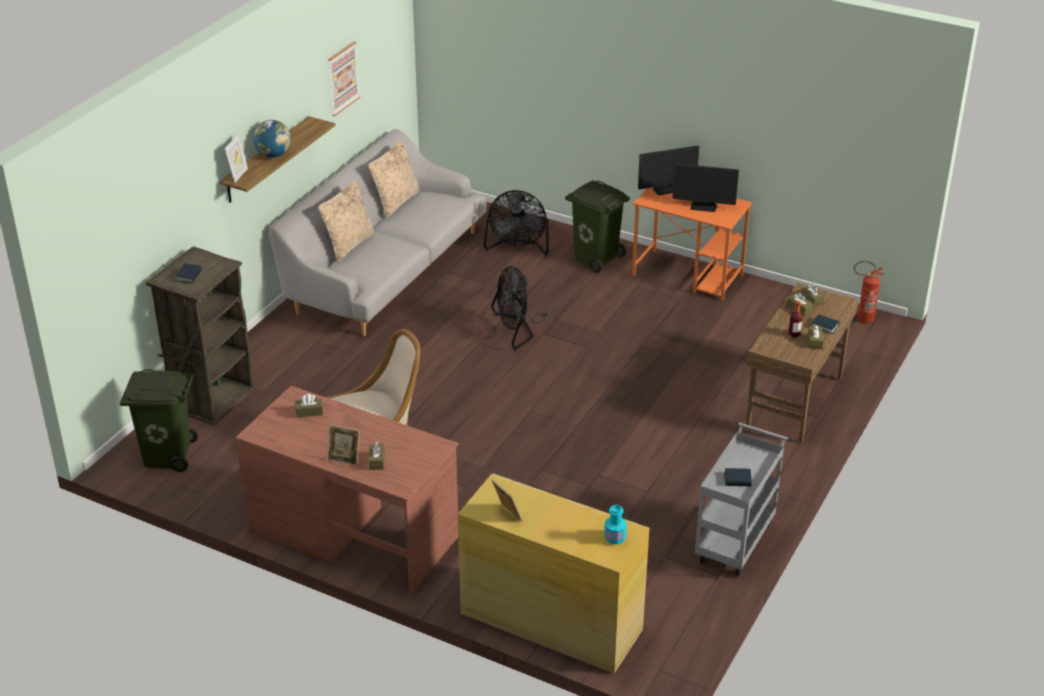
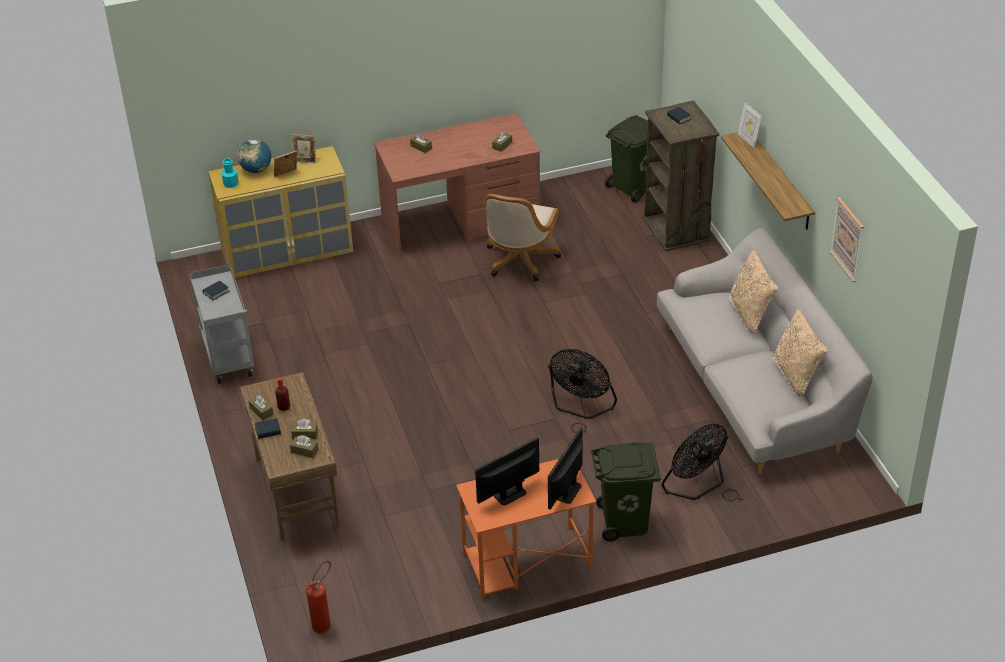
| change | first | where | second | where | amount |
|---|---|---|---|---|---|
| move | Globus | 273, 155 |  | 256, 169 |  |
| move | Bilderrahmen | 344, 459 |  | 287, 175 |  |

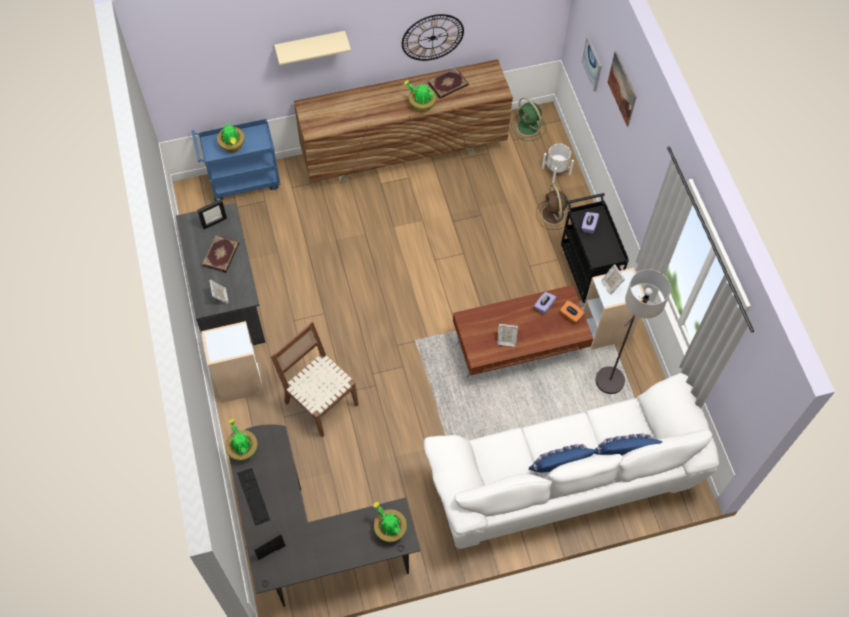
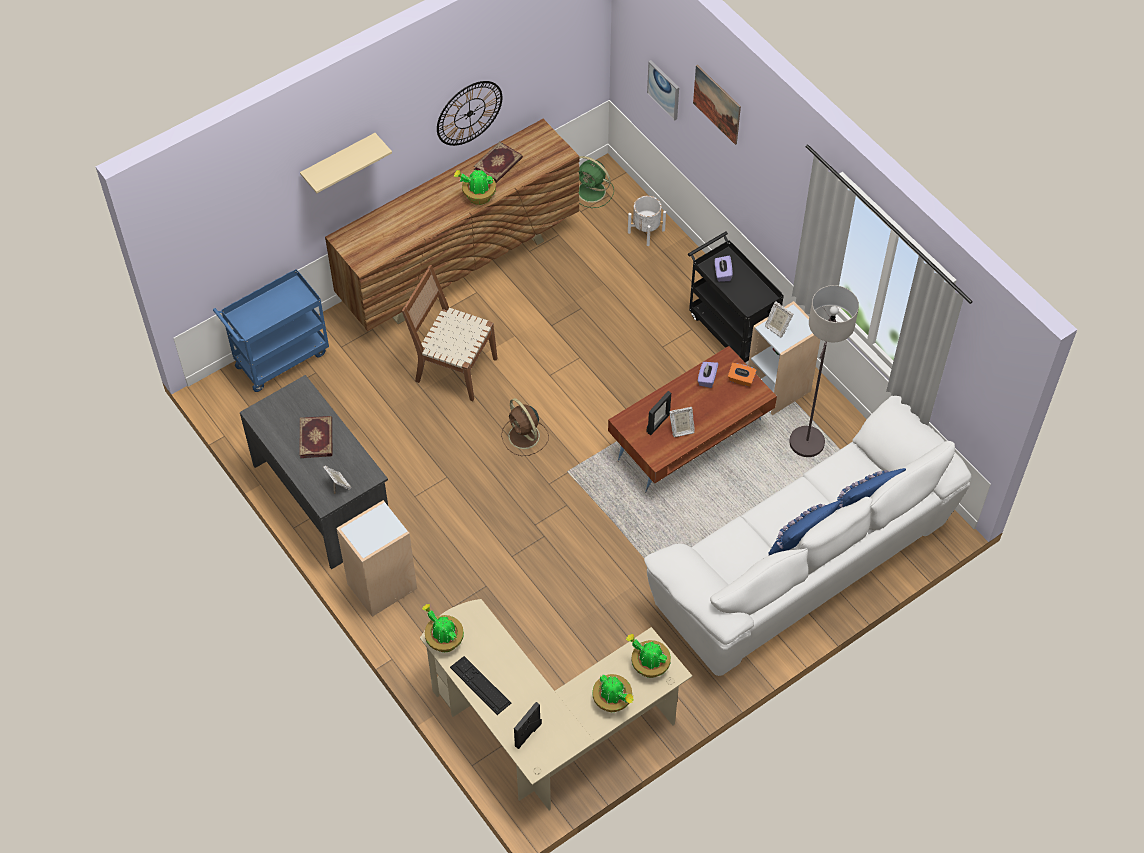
| change | first | where | second | where | amount |
|---|---|---|---|---|---|
| move | Topfpflanze | 232, 146 |  | 613, 701 |  |
| move | Ventilator/braun | 553, 215 |  | 525, 437 |  |
| move | Bilderrahmen | 214, 222 |  | 658, 423 |  |
| move | Stuhl | 319, 401 |  | 453, 368 |  |
| recolor | Schreibtisch/schwarz | 310, 542 | Schreibtisch/beige | 547, 731 |  |

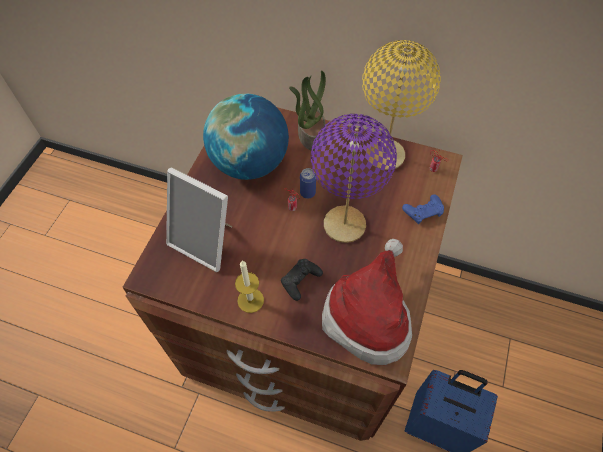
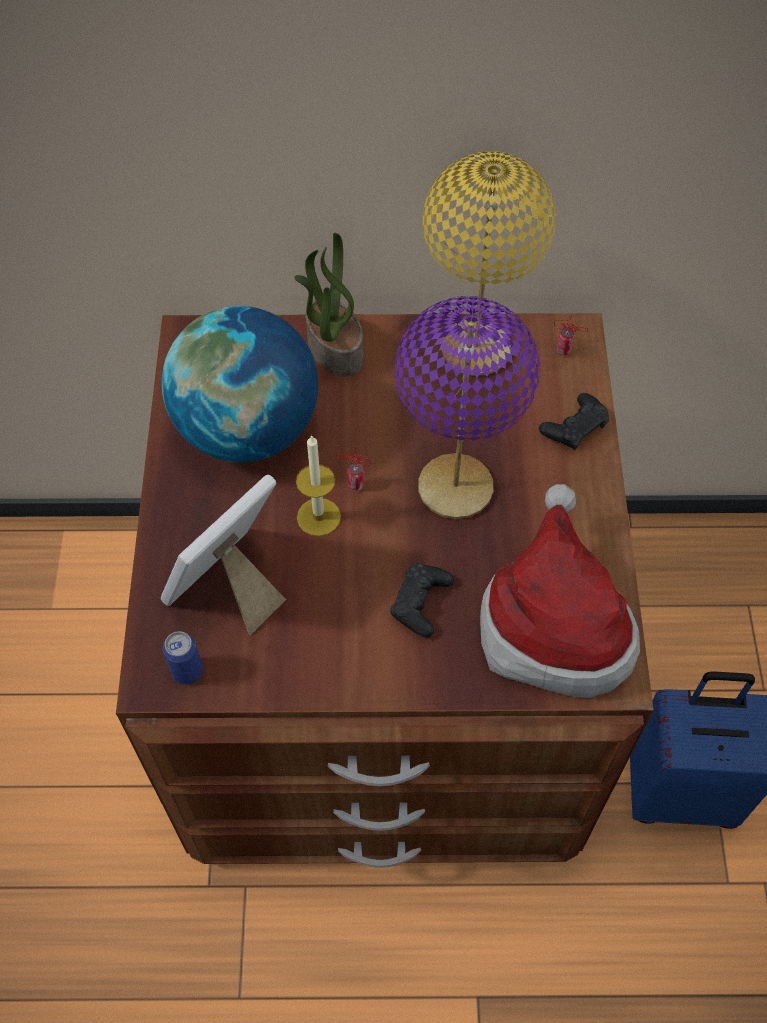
| change | first | where | second | where | amount |
|---|---|---|---|---|---|
| rotate | Bilderrahmen | 206, 241 |  | 230, 588 | 120 degrees clockwise |
| move | Dose | 307, 193 |  | 187, 671 |  |
| recolor | Gamepad/blau | 423, 211 | Gamepad/schwarz | 574, 427 |  |
| move | Kerze | 250, 300 |  | 318, 517 |  |

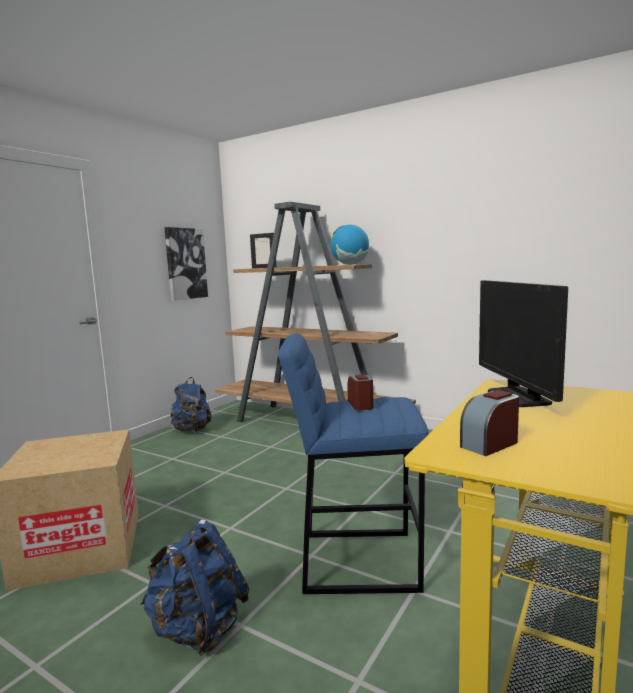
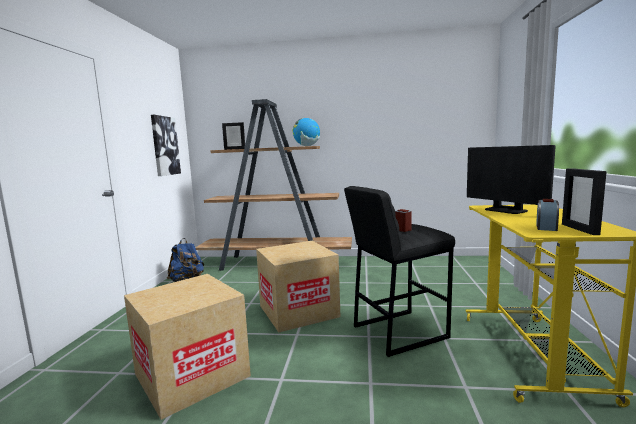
| change | first | where | second | where | amount |
|---|---|---|---|---|---|
| recolor | Hocker/blau | 356, 561 | Hocker/schwarz | 398, 332 |  |
| delete | Rucksack/blau | 198, 629 |  |  |  |
| insert |  |  | Bilderrahmen | 580, 229 |  |
| insert |  |  | Karton | 298, 311 |  |

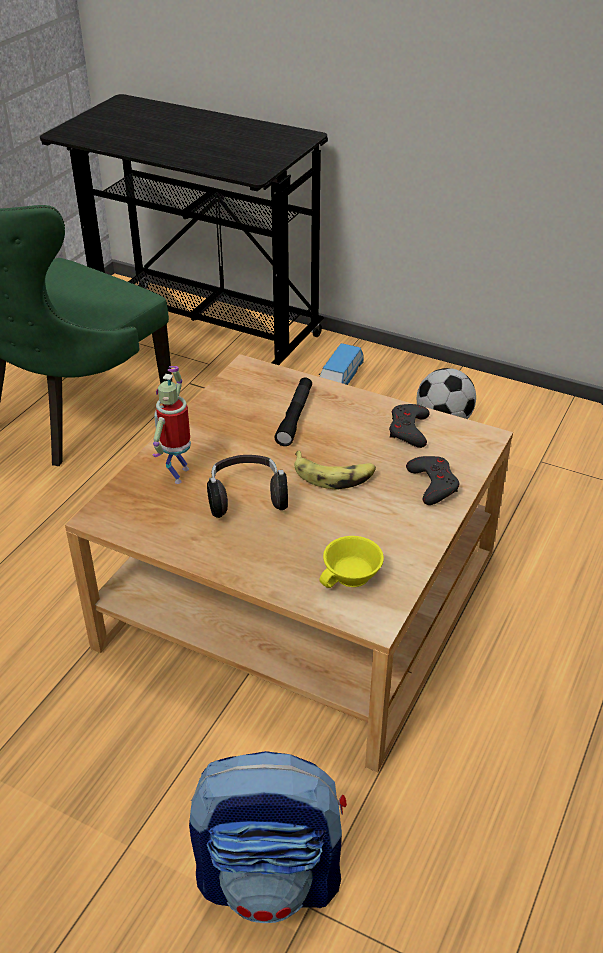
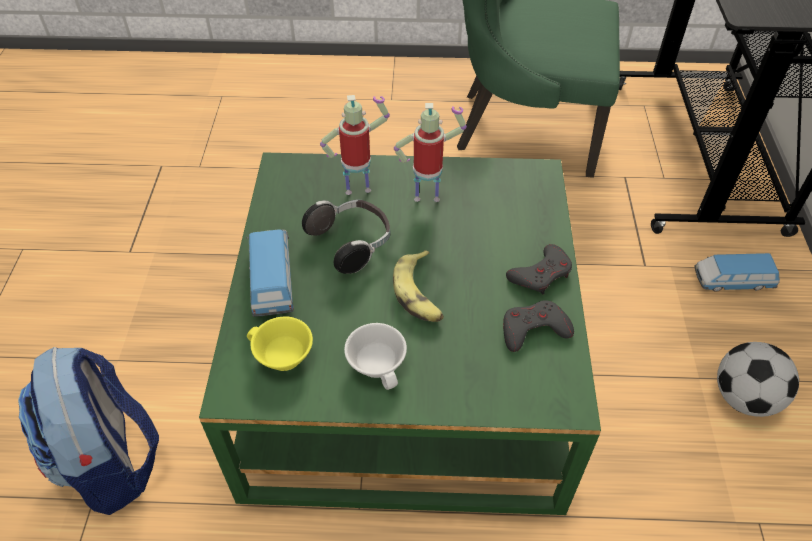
| change | first | where | second | where | amount |
|---|---|---|---|---|---|
| recolor | Couchtisch/beige | 301, 598 | Couchtisch/grün | 405, 369 |  |
| delete | Taschenlampe/schwarz | 295, 417 |  |  |  |
| move | Gamepad/grau | 433, 484 |  | 541, 274 |  |
| insert |  |  | Spielzeugroboter | 427, 196 |  |
| insert |  |  | Spielzeugauto | 272, 279 |  |
| insert |  |  | Tasse/weiß | 379, 363 |  |

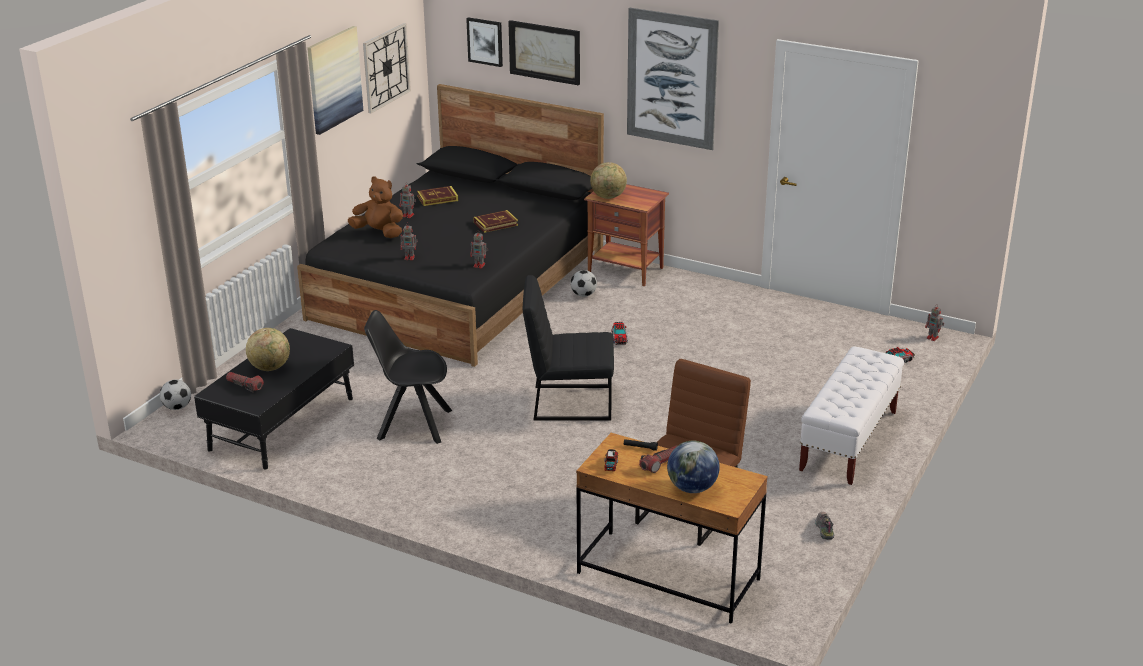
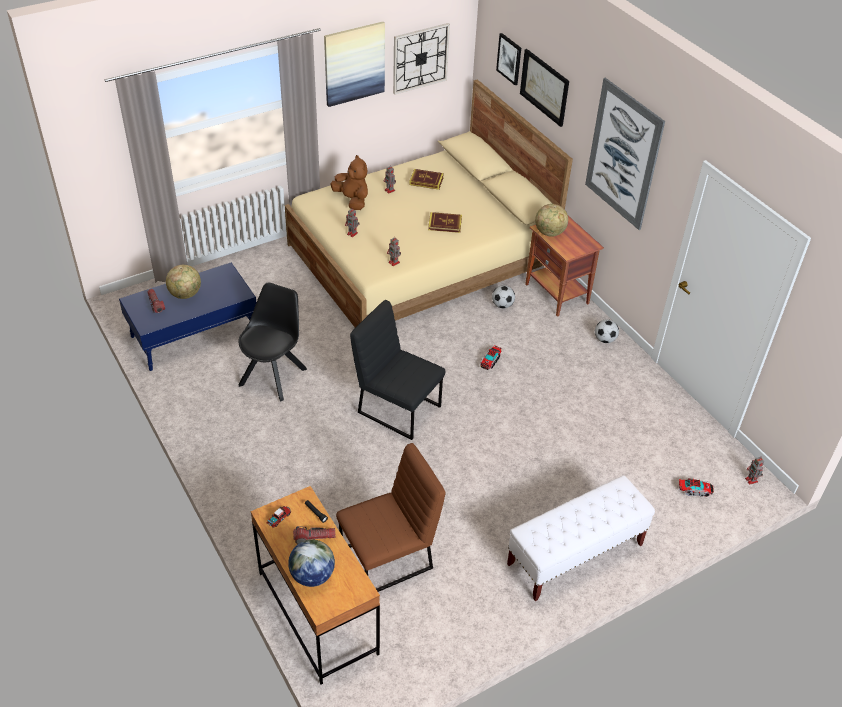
| change | first | where | second | where | amount |
|---|---|---|---|---|---|
| recolor | Bett/schwarz | 460, 285 | Bett/beige | 421, 256 |  |
| rotate | Stuhl/schwarz | 412, 424 |  | 274, 375 | 75 degrees clockwise |
| recolor | Couchtisch/schwarz | 281, 425 | Couchtisch/blau | 193, 335 |  |
| move | Fußball | 177, 407 |  | 605, 339 |  |
| delete | Schuh | 824, 529 |  |  |  |

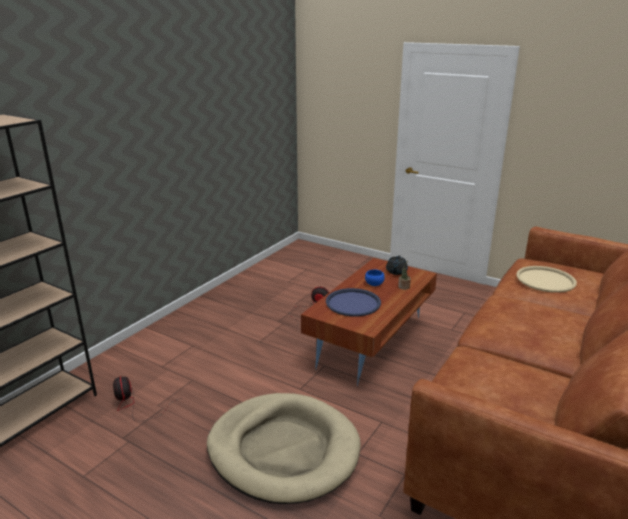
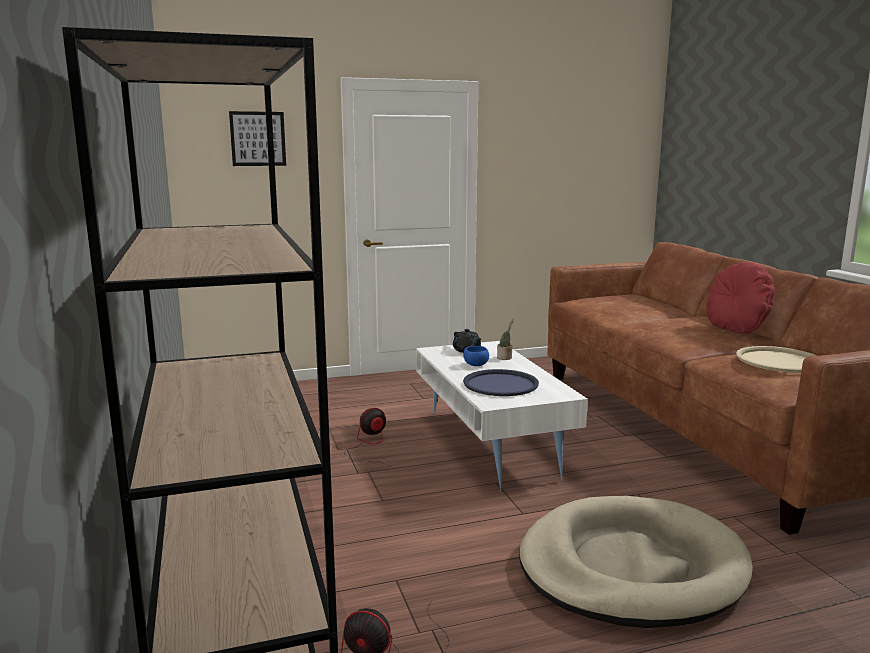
| change | first | where | second | where | amount |
|---|---|---|---|---|---|
| recolor | Couchtisch/braun | 371, 343 | Couchtisch/weiß | 492, 444 |  |
| move | Tablett/beige | 545, 280 |  | 779, 361 |  |
| insert |  |  | Bild | 258, 139 |  |
| insert |  |  | Kissen/rot | 736, 330 |  |

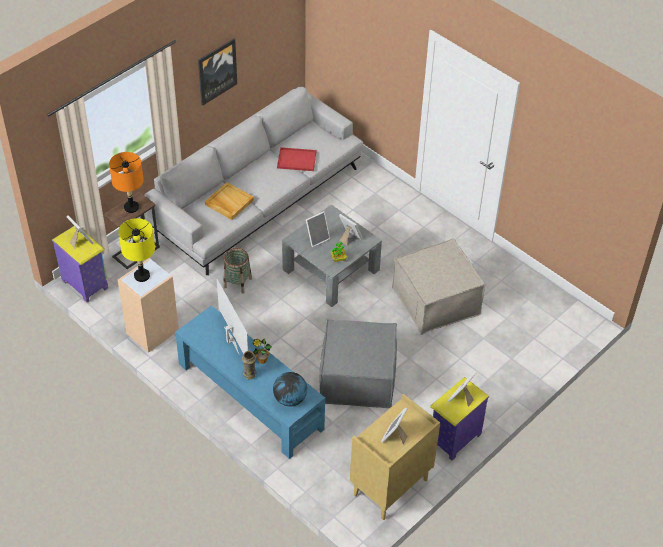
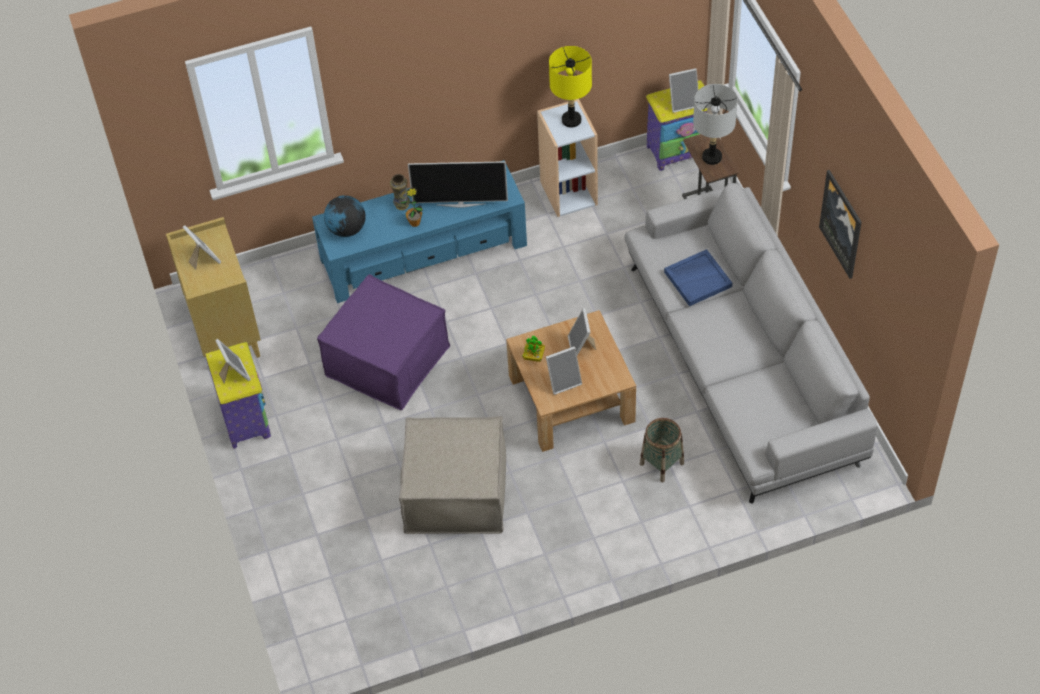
| change | first | where | second | where | amount |
|---|---|---|---|---|---|
| delete | Tablett/rot | 297, 160 |  |  |  |
| recolor | Tischlampe/orange | 131, 207 | Tischlampe/grau | 712, 157 |  |
| recolor | Tablett/beige | 229, 202 | Tablett/blau | 698, 279 |  |
| recolor | Couchtisch/grau | 331, 270 | Couchtisch/braun | 571, 398 |  |
| move | Korb | 237, 283 |  | 661, 463 |  |
| recolor | Polsterhocker/grau | 357, 377 | Polsterhocker/lila | 387, 360 |  |

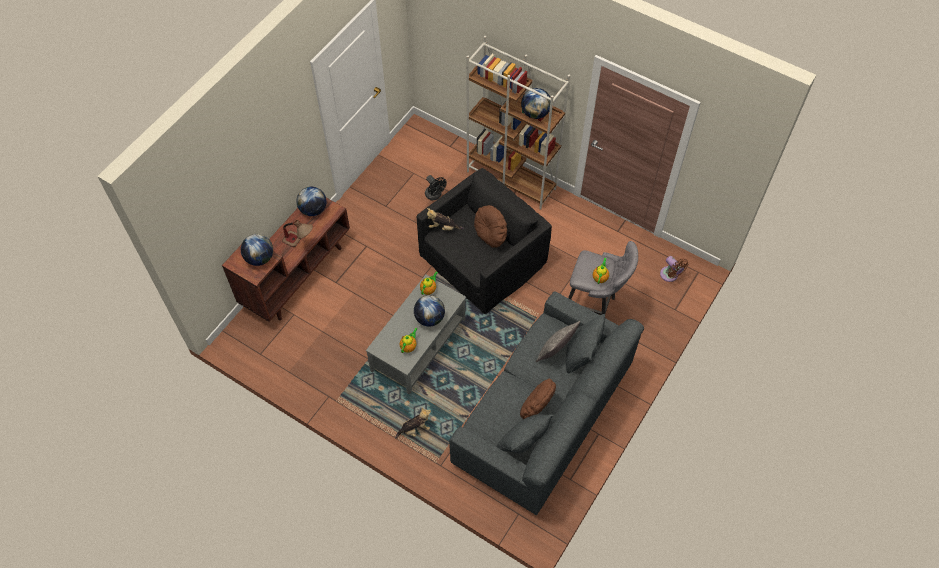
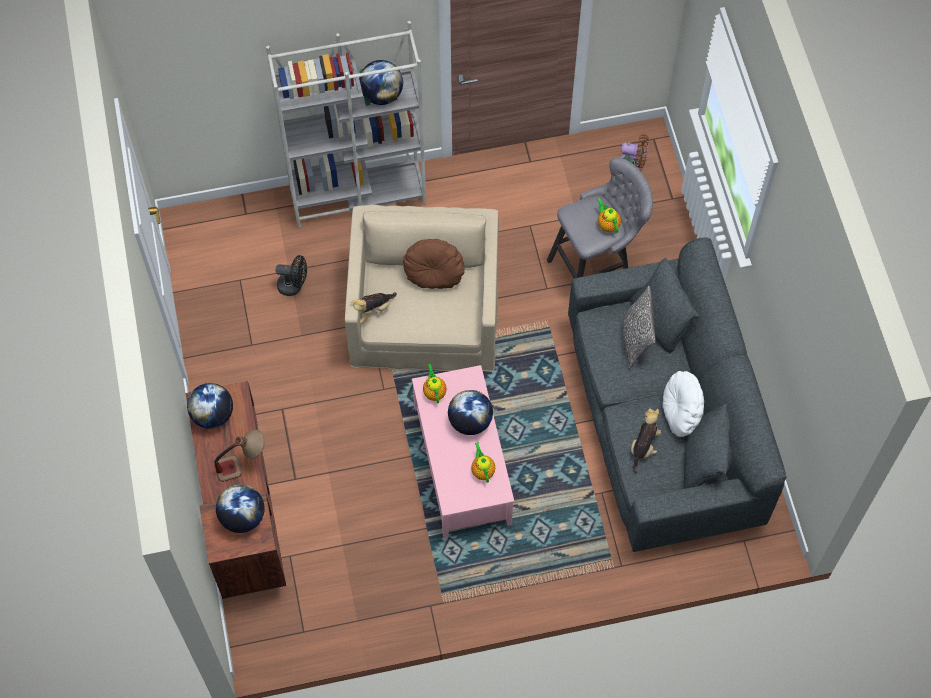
| change | first | where | second | where | amount |
|---|---|---|---|---|---|
| recolor | Bücherregal/braun | 511, 180 | Bücherregal/grau | 359, 197 |  |
| recolor | Sessel/schwarz | 483, 258 | Sessel/beige | 424, 311 |  |
| recolor | Couchtisch/grau | 419, 345 | Couchtisch/rosa | 463, 465 |  |
| recolor | Kissen/braun | 536, 408 | Kissen/weiß | 680, 415 |  |
| move | Plüschtier | 415, 429 |  | 644, 446 |  |

